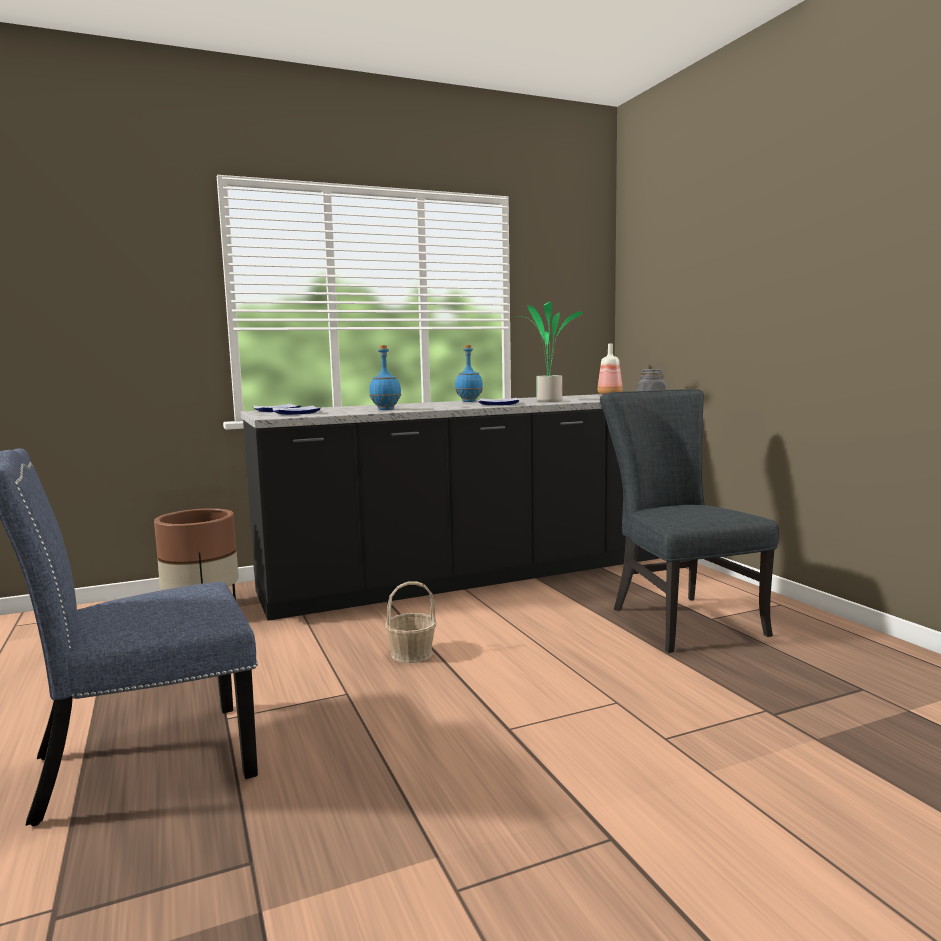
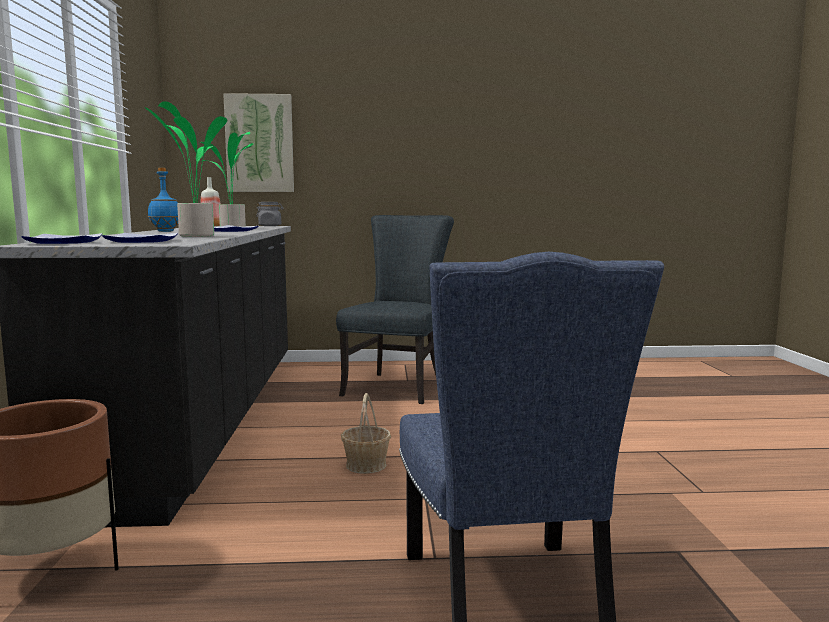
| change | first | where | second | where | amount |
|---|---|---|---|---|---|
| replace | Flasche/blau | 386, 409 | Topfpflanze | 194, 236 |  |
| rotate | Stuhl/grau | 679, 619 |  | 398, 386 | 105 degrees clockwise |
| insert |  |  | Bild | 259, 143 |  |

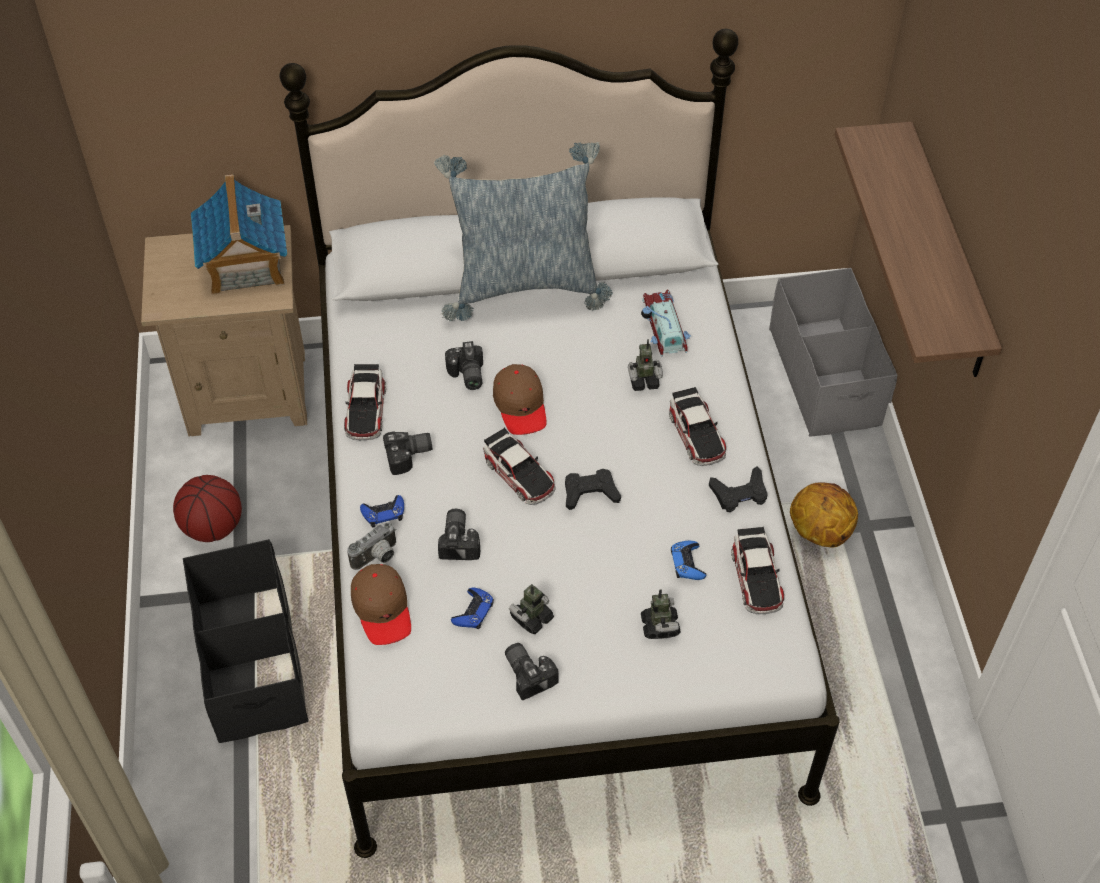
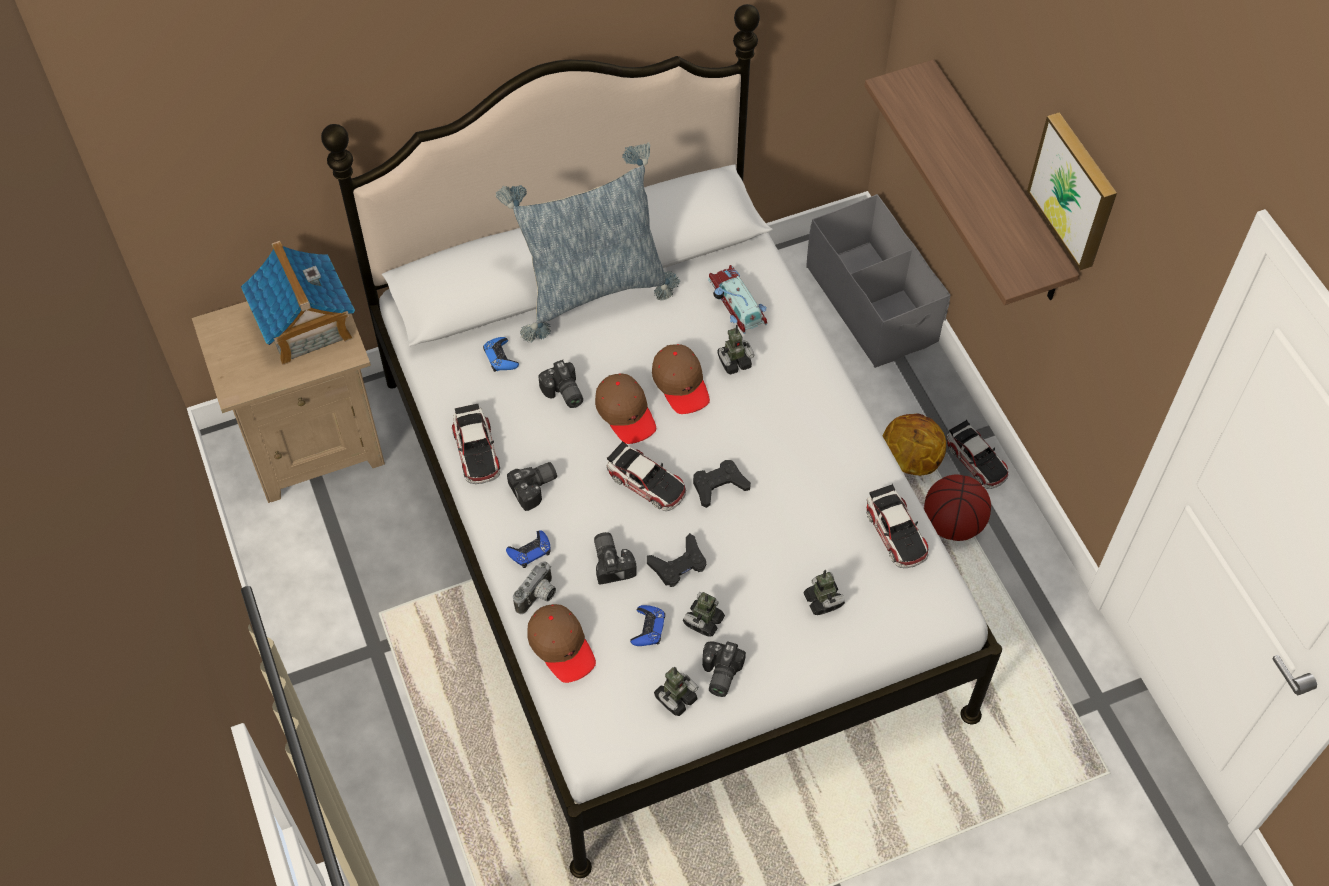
| change | first | where | second | where | amount |
|---|---|---|---|---|---|
| move | Spielzeugauto | 696, 433 |  | 976, 460 |  |
| move | Gamepad/schwarz | 739, 493 |  | 678, 564 |  |
| move | Basketball | 212, 527 |  | 952, 524 |  |
| delete | Aufbewahrungsbox/schwarz | 253, 662 |  |  |  |
| move | Gamepad/blau | 687, 563 |  | 500, 357 |  |
| rotate | Kamera | 530, 673 |  | 718, 674 | 120 degrees counterclockwise |
| insert |  |  | Bild | 1076, 190 |  |
| insert |  |  | Kappe/braun | 681, 384 |  |
| insert |  |  | Spielzeugroboter | 675, 698 |  |

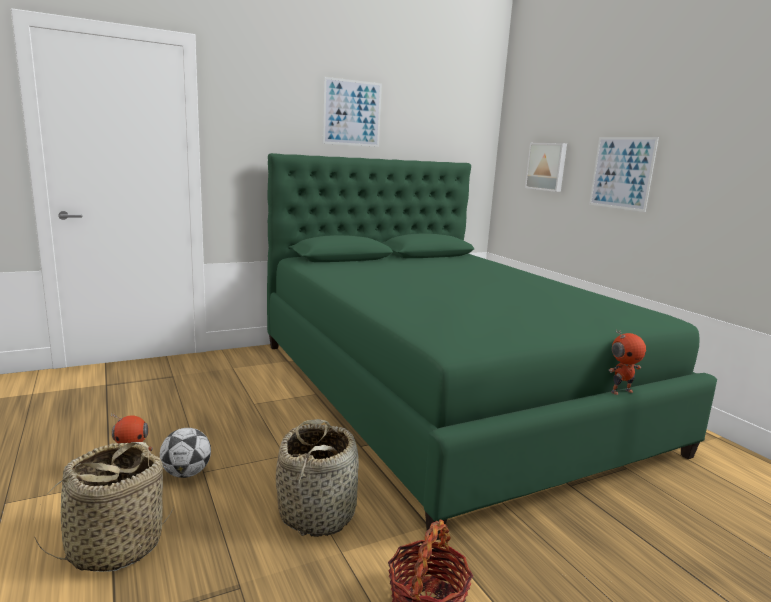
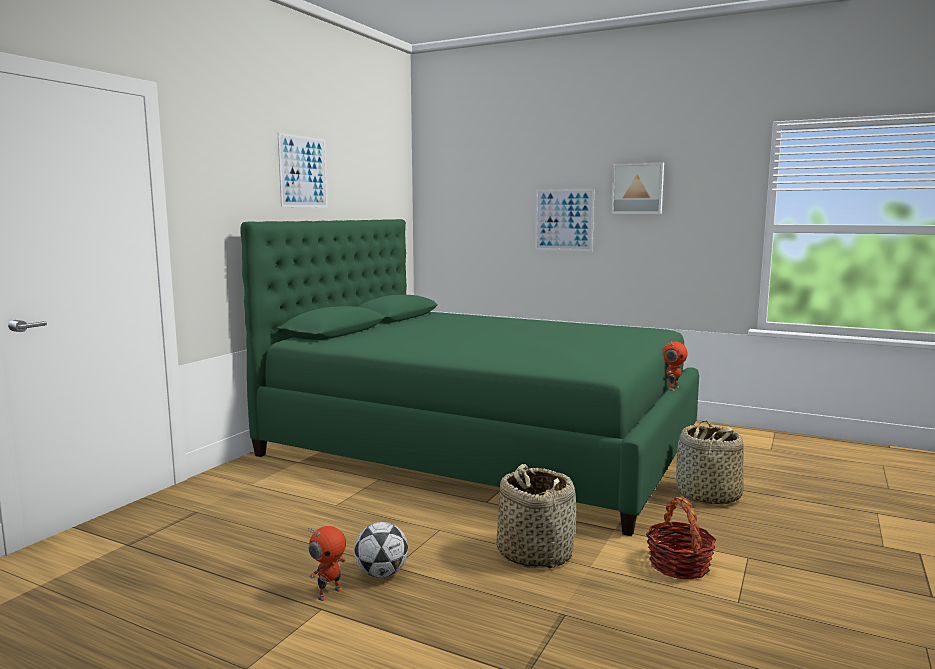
| change | first | where | second | where | amount |
|---|---|---|---|---|---|
| move | Bild | 547, 166 |  | 637, 188 |  |
| move | Korb | 115, 546 |  | 707, 496 |  |

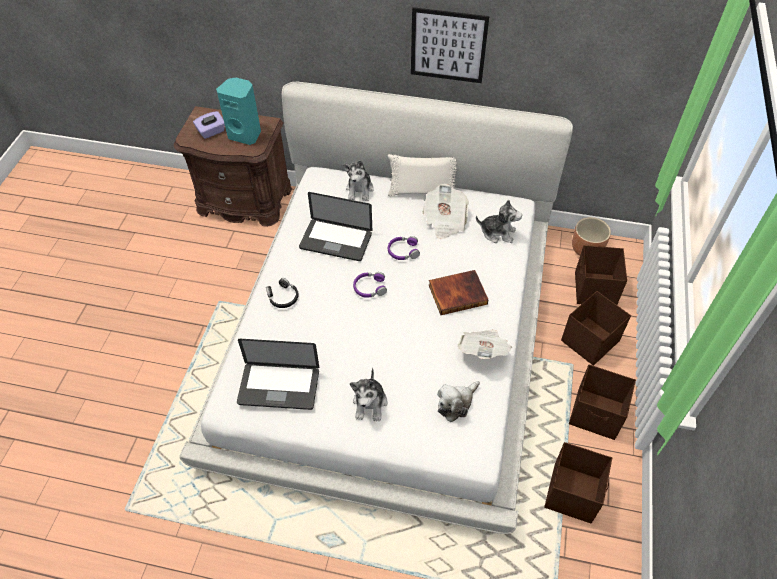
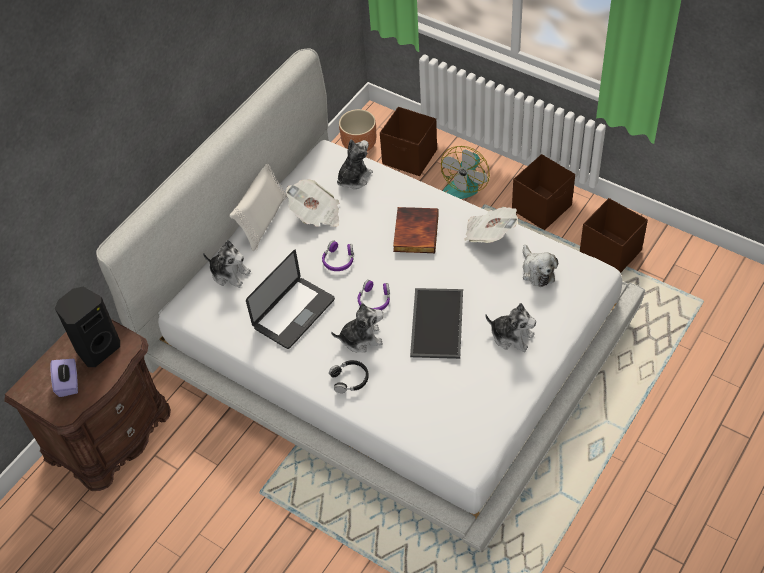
| change | first | where | second | where | amount |
|---|---|---|---|---|---|
| delete | Bild | 448, 45 |  |  |  |
| recolor | Lautsprecher/türkis | 245, 135 | Lautsprecher/schwarz | 97, 348 |  |
| replace | Aufbewahrungsbox/braun | 589, 341 | Ventilator | 465, 183 |  |
| delete | Laptop | 279, 387 |  |  |  |
| insert |  |  | Tablett | 435, 322 |  |
| insert |  |  | Plüschtier | 361, 338 |  |

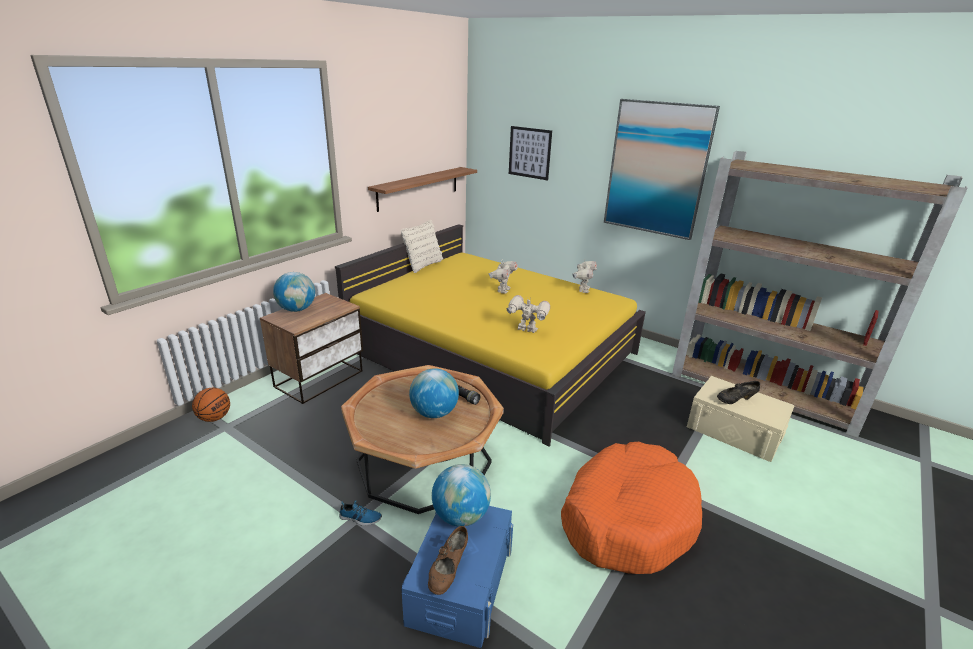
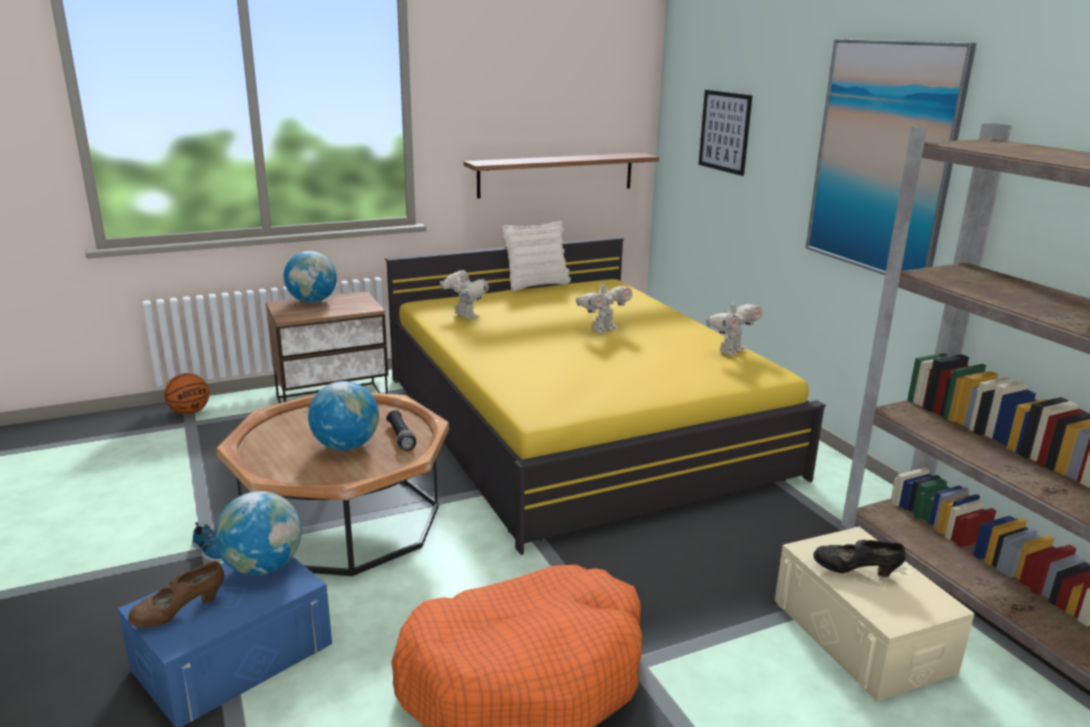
| change | first | where | second | where | amount |
|---|---|---|---|---|---|
| move | Spielzeugroboter | 526, 330 |  | 465, 316 |  |

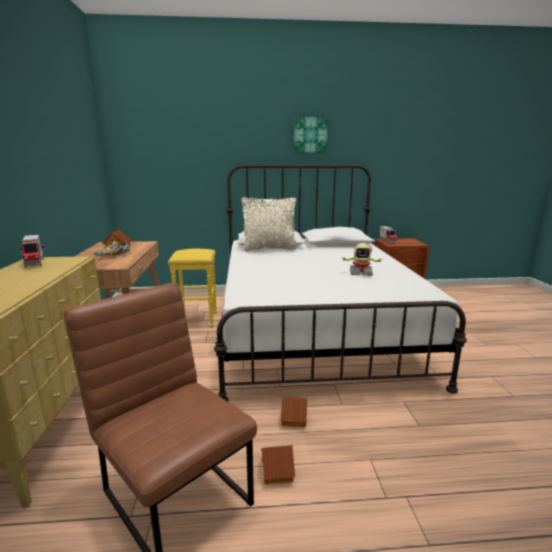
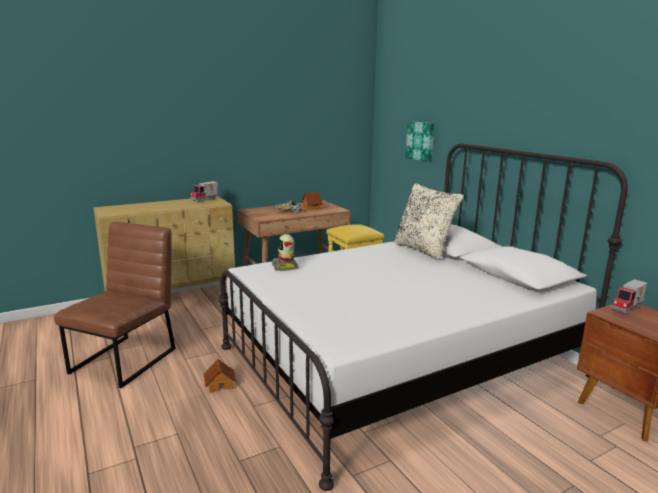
| change | first | where | second | where | amount |
|---|---|---|---|---|---|
| move | Bild | 310, 135 |  | 421, 141 |  |
| move | Spielzeugroboter | 360, 273 |  | 285, 266 |  |
| delete | Spielzeughaus | 276, 470 |  |  |  |

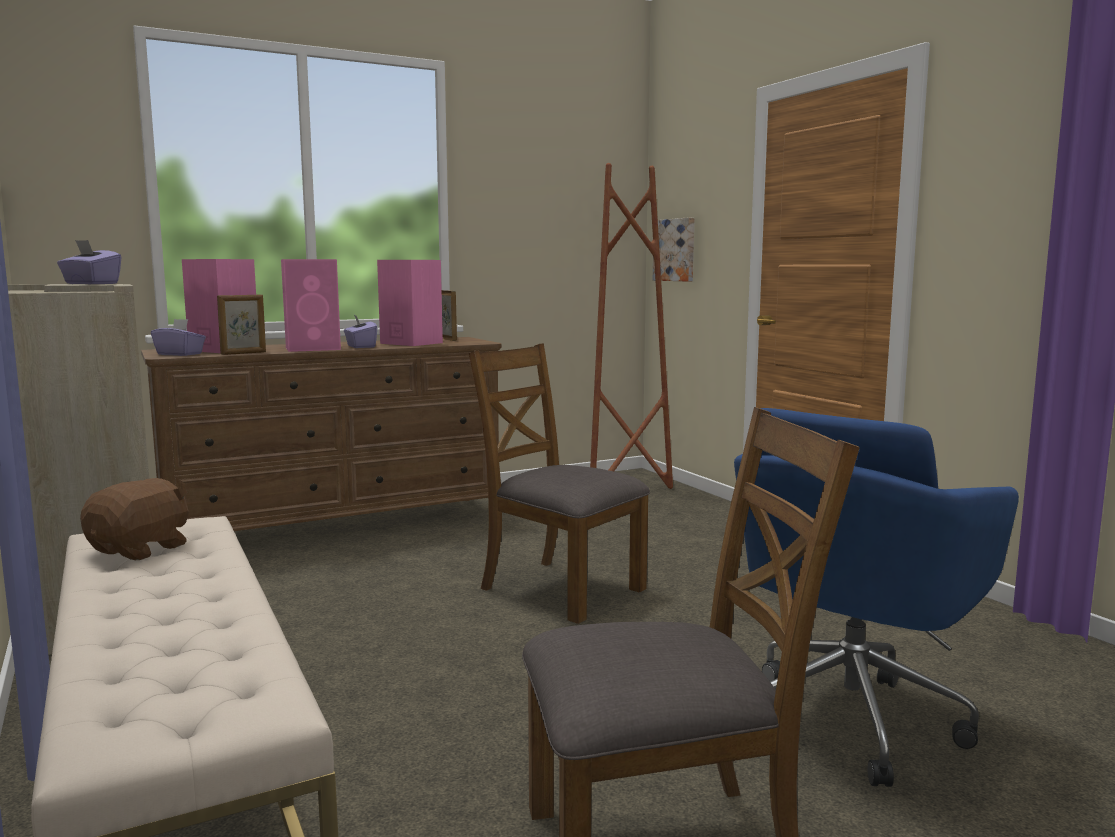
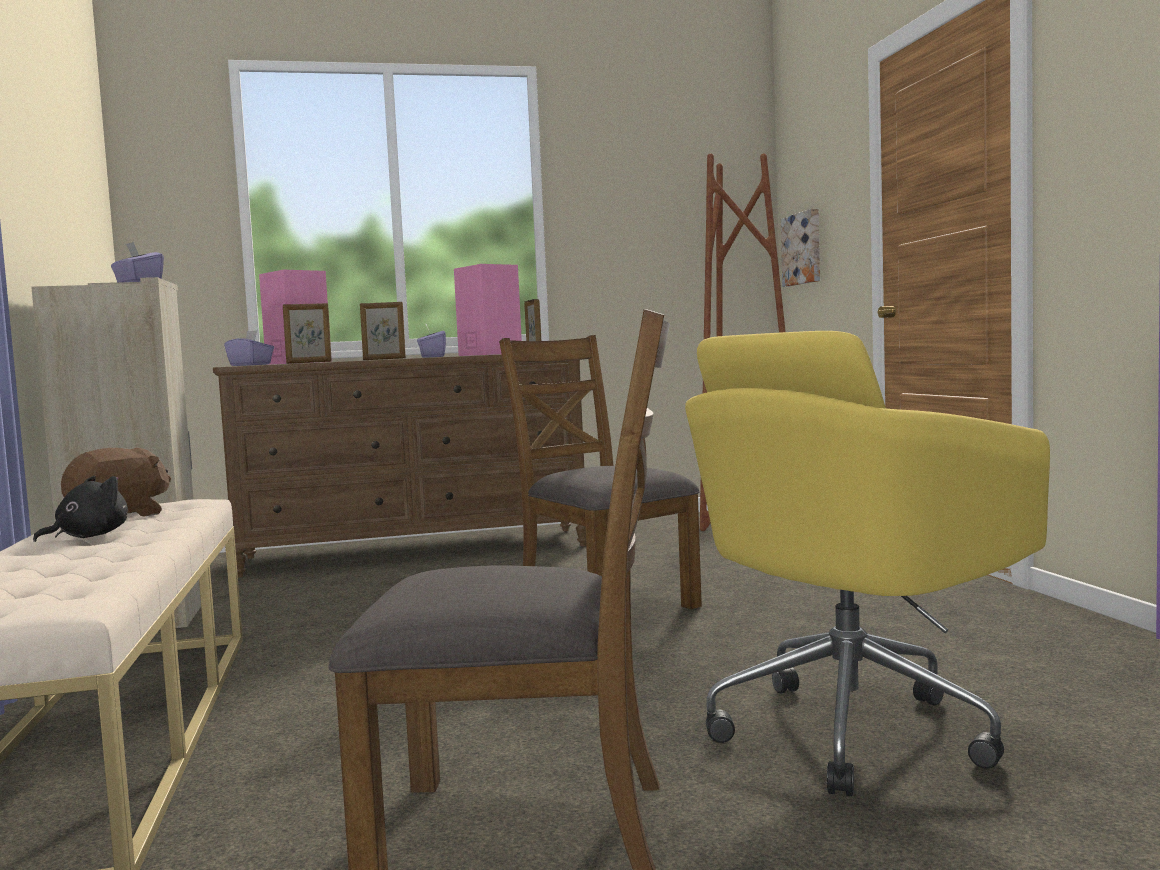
| change | first | where | second | where | amount |
|---|---|---|---|---|---|
| replace | Lautsprecher/rosa | 314, 348 | Bilderrahmen | 384, 359 |  |
| recolor | Bürostuhl/blau | 853, 717 | Bürostuhl/gelb | 859, 730 |  |
| insert |  |  | Plüschtier/schwarz | 88, 536 |  |

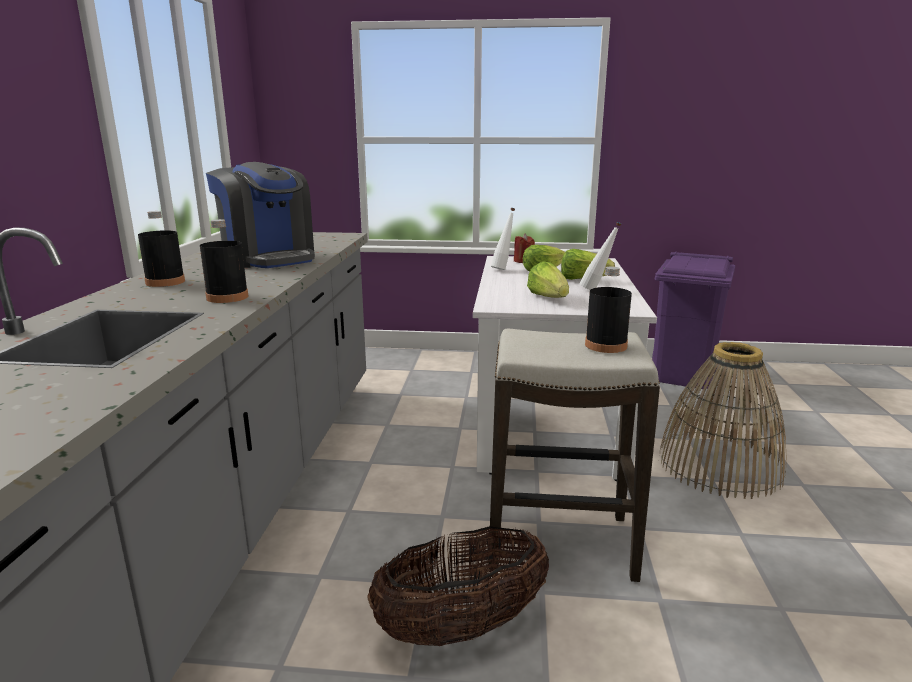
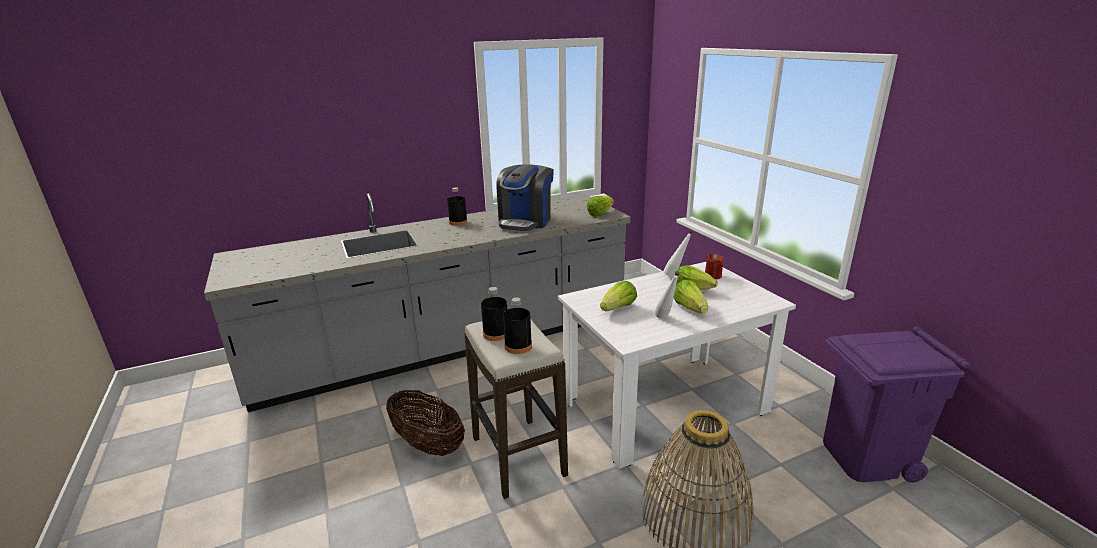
| change | first | where | second | where | amount |
|---|---|---|---|---|---|
| move | Flasche/schwarz | 227, 297 |  | 496, 334 |  |
| insert |  |  | Salatkopf | 600, 214 |  |

